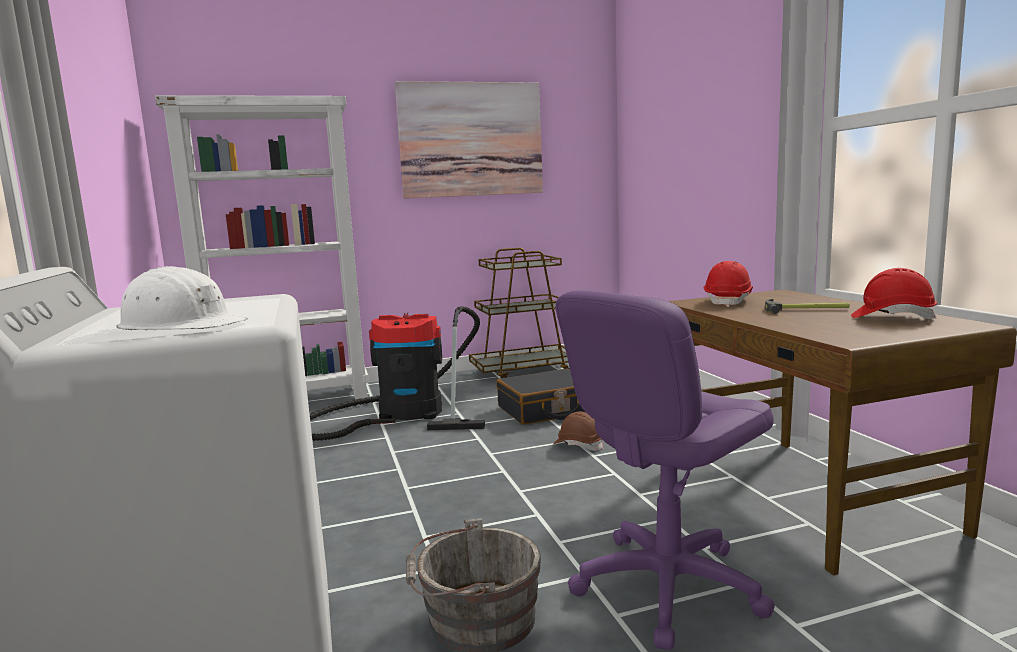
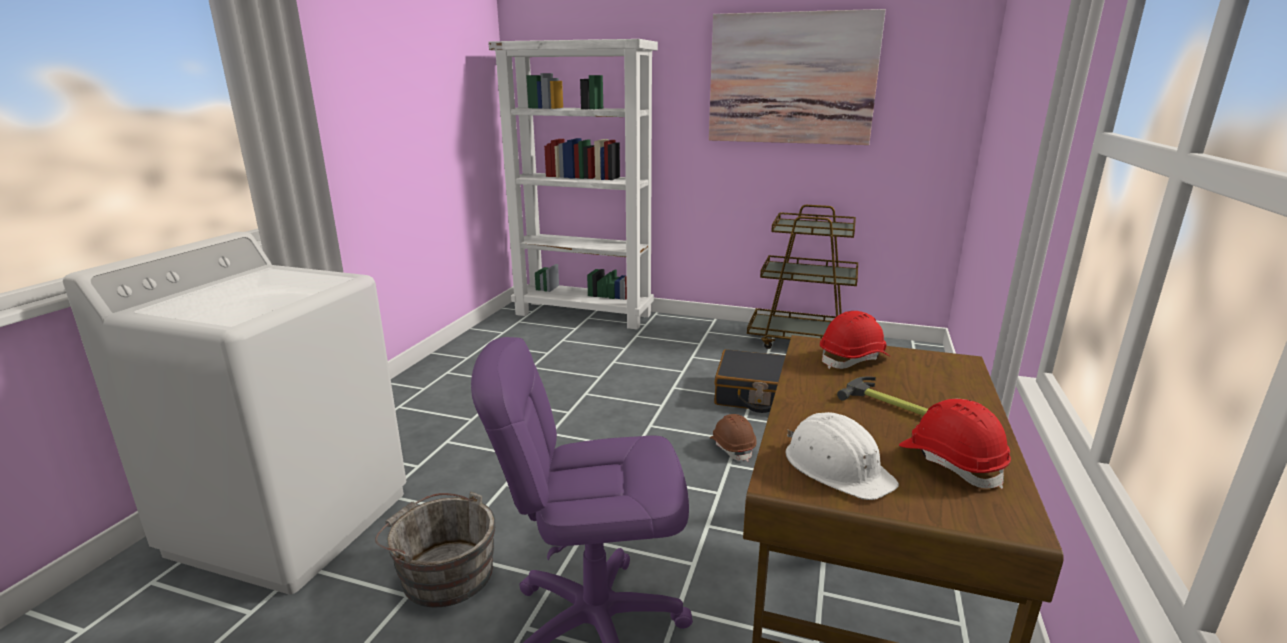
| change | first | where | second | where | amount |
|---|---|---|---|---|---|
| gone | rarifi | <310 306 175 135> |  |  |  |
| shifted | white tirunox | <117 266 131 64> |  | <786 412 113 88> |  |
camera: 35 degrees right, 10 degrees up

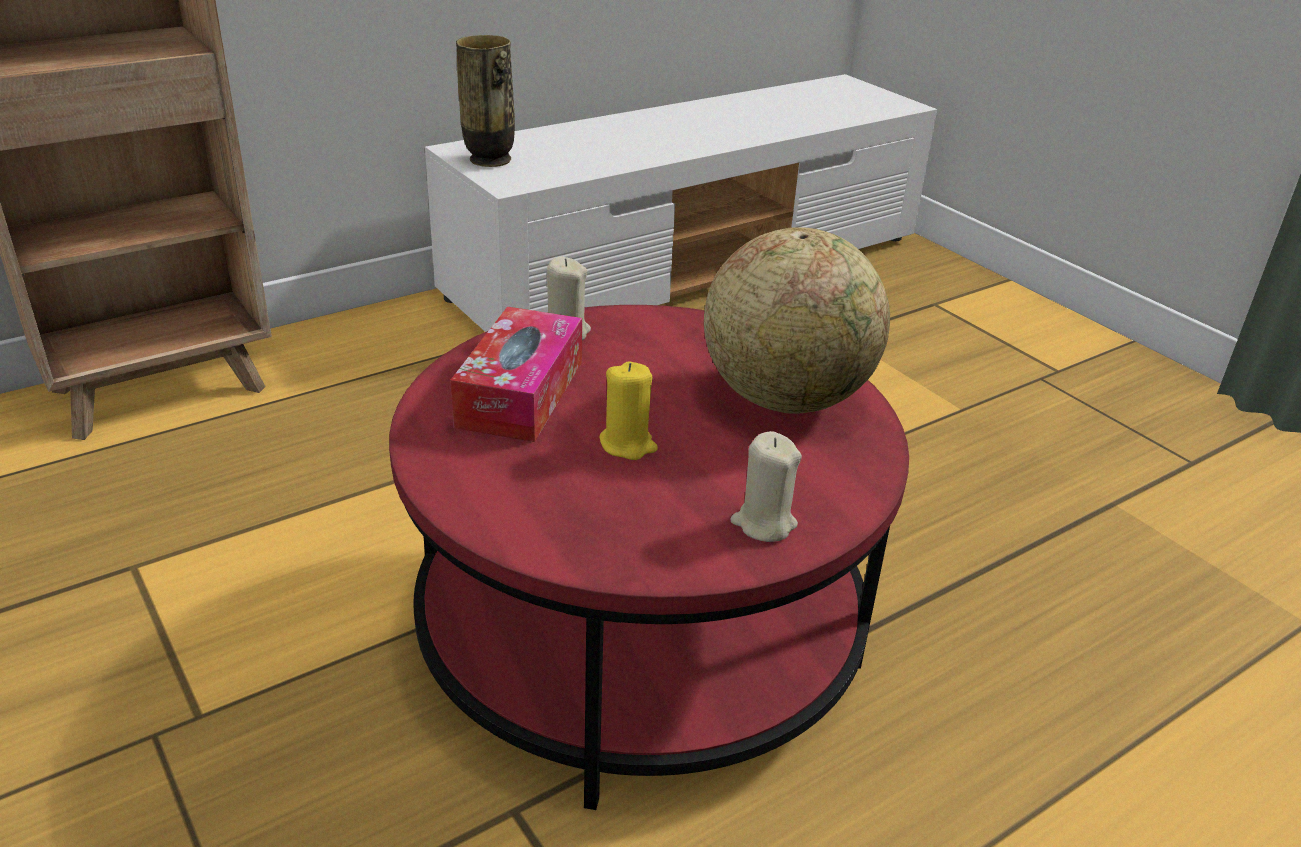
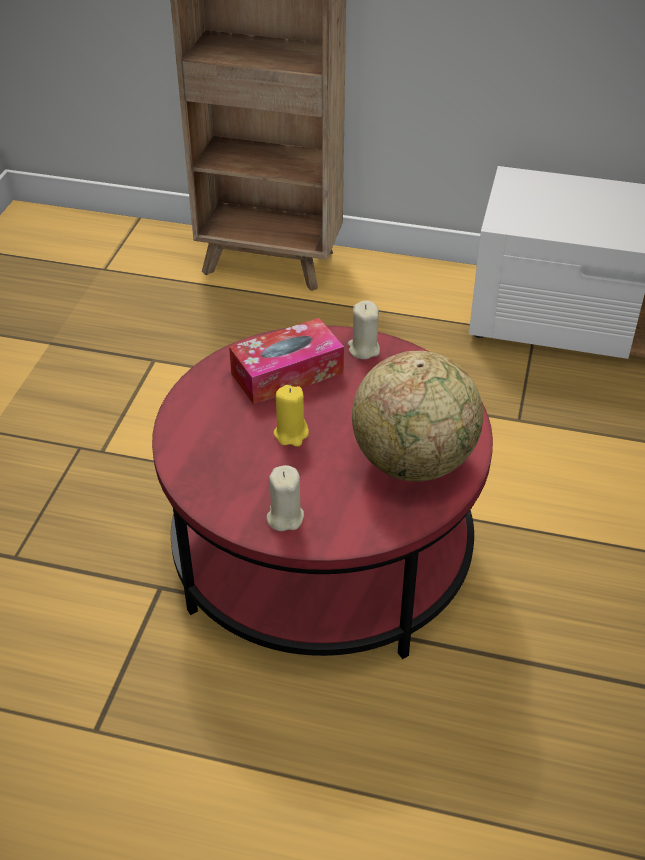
| change | first | where | second | where | amount |
|---|---|---|---|---|---|
| gone | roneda | <456 35 59 132> |  |  |  |
camera: 50 degrees right, 10 degrees up

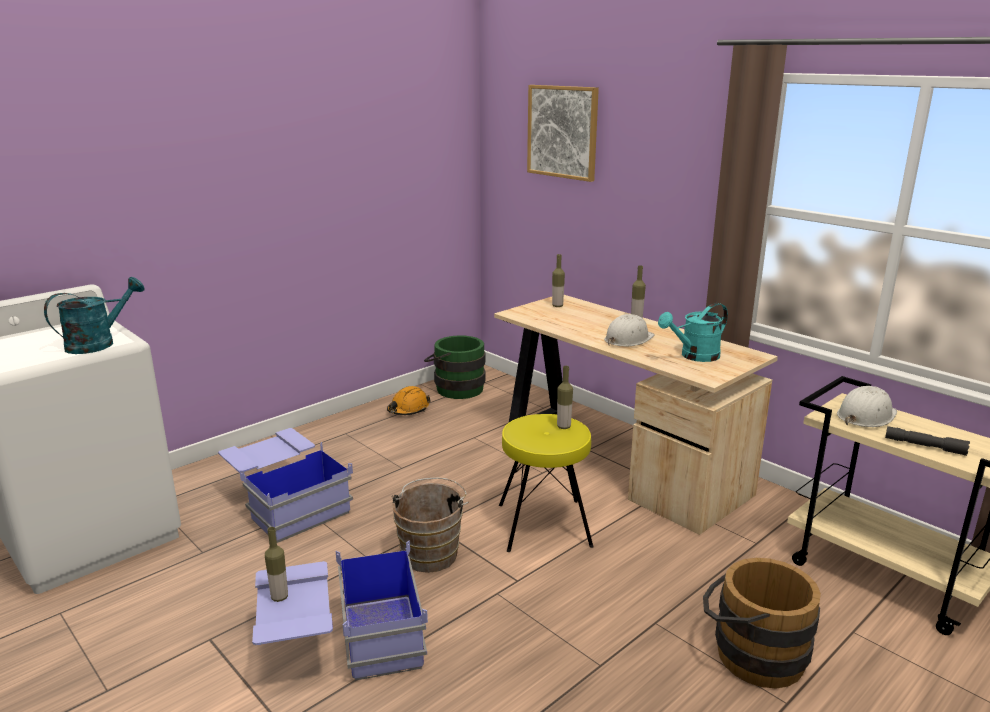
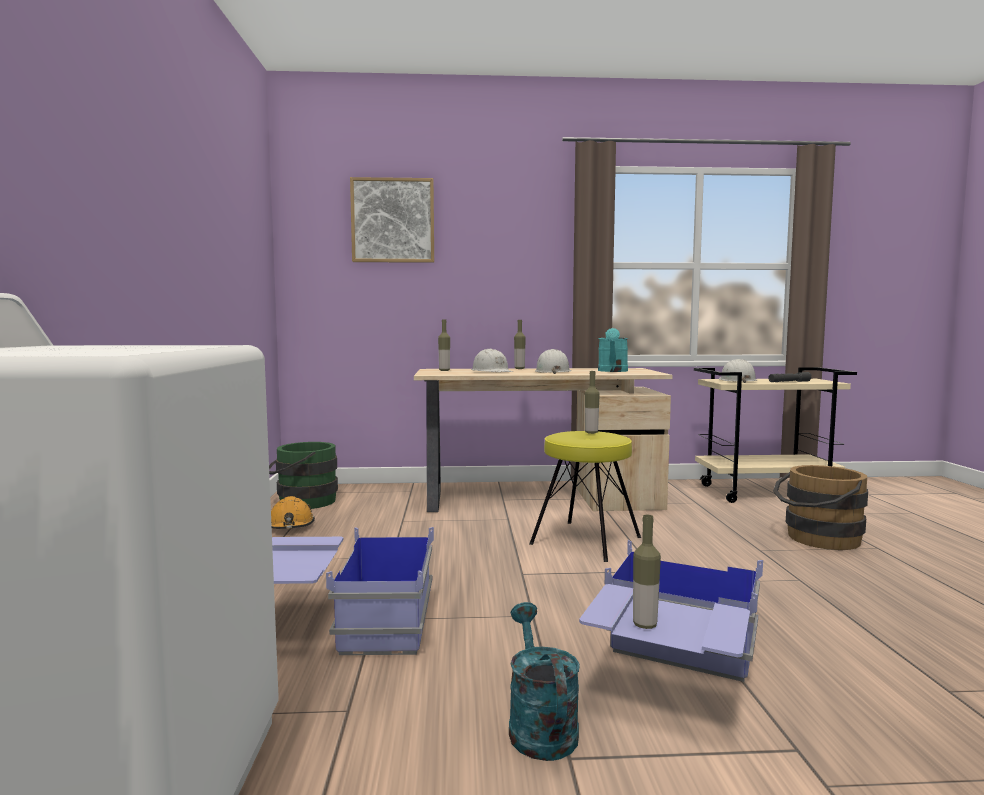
| change | first | where | second | where | amount |
|---|---|---|---|---|---|
| gone | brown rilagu | <392 478 76 95> |  |  |  |
| new |  |  | white tirunox | <471 349 42 23> |  |
| shifted | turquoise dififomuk | <44 277 101 77> |  | <509 602 71 159> |  |
camera: 50 degrees left, 15 degrees down

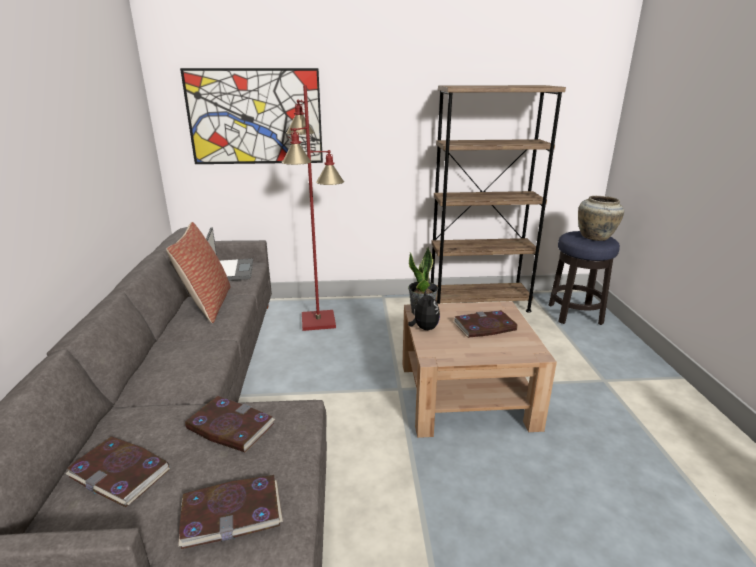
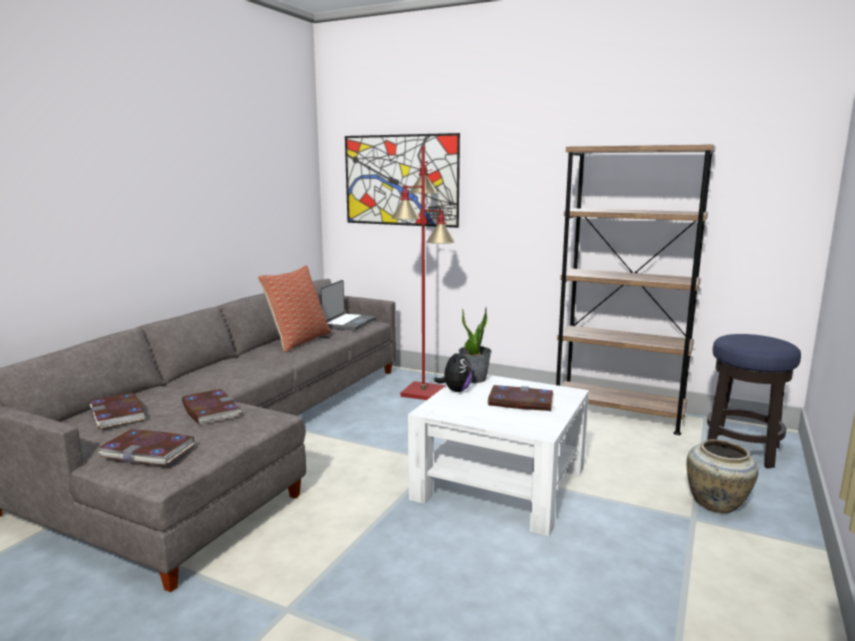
| change | first | where | second | where | amount |
|---|---|---|---|---|---|
| shifted | beige roneda | <578 196 46 45> |  | <687 439 71 74> |  |
| repainted | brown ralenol | <403 301 154 137> | white ralenol | <408 375 181 162> |  |
camera: 30 degrees right, 10 degrees down

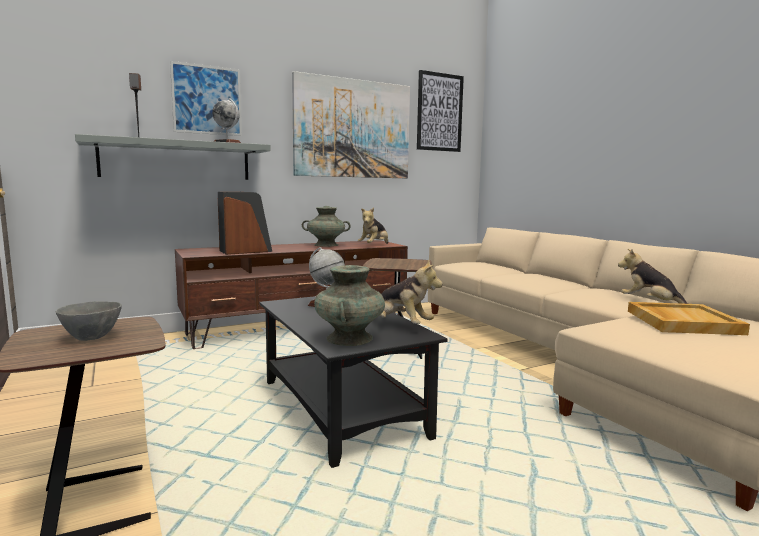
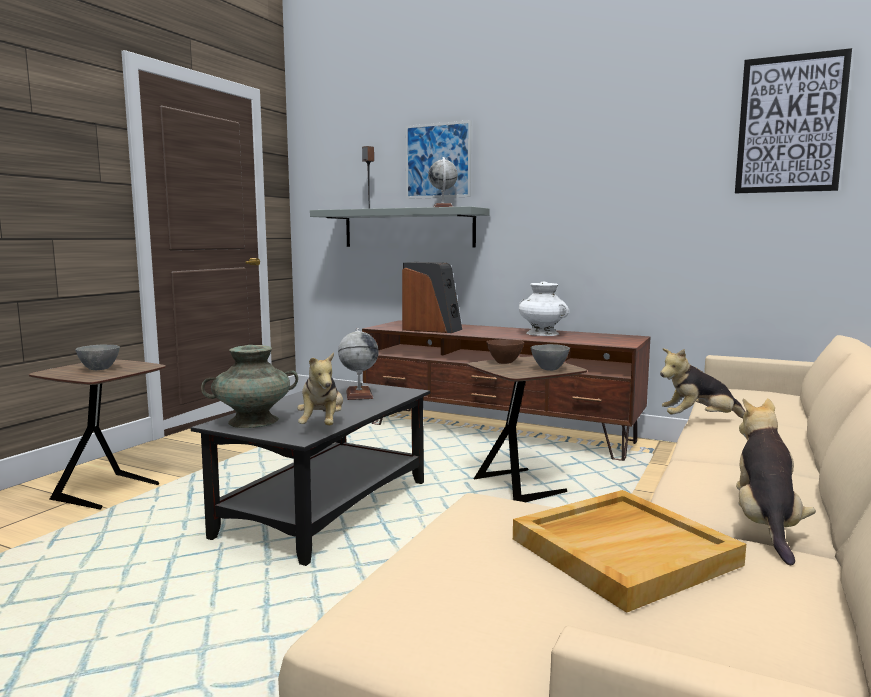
| change | first | where | second | where | amount |
|---|---|---|---|---|---|
| gone | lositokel | <292 71 118 107> |  |  |  |
| new |  |  | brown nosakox | <486 339 38 25> |  |
| new |  |  | grey nosakox | <531 344 39 27> |  |
| shifted | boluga | <358 208 30 36> |  | <660 348 85 70> |  |
| repainted | turquoise roneda | <302 206 49 41> | white roneda | <519 282 50 54> |  |
camera: 55 degrees right, 0 degrees up

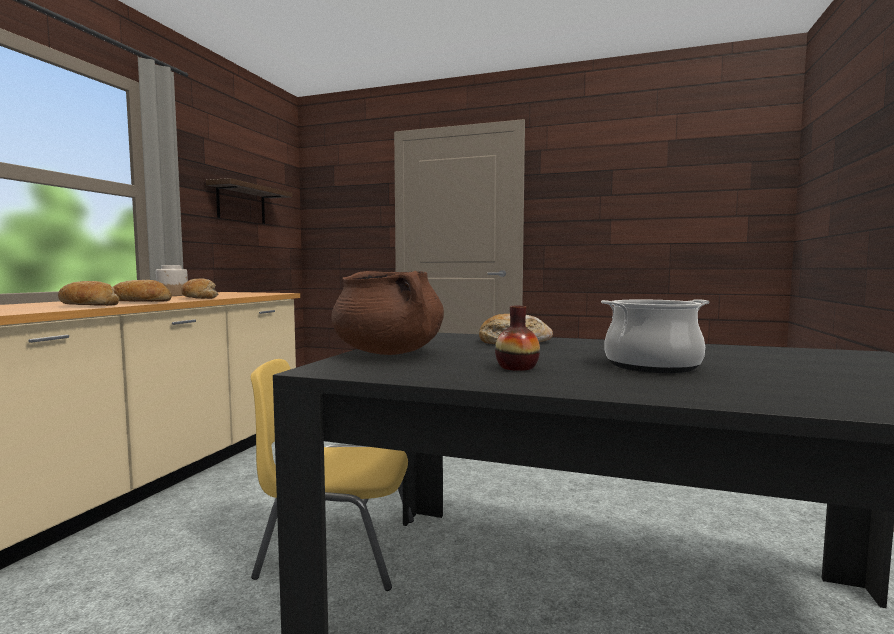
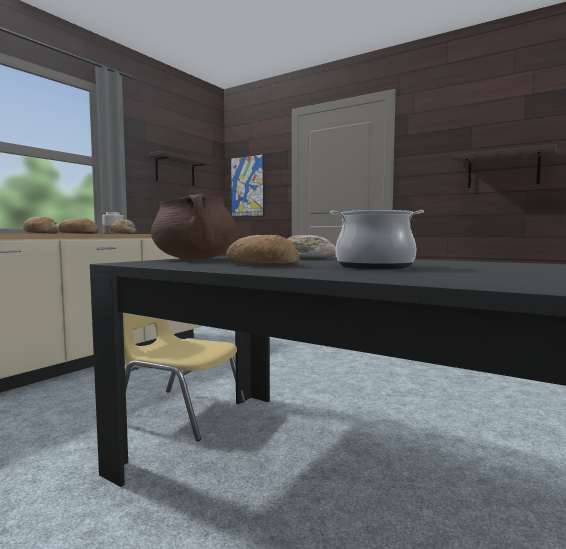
| change | first | where | second | where | amount |
|---|---|---|---|---|---|
| new |  |  | lositokel | <230 153 35 64> |  |
| new |  |  | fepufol | <452 144 104 44> |  |
| swapped | roneda | <495 306 45 65> | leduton | <226 235 74 30> |  |
camera: 15 degrees right, 0 degrees up

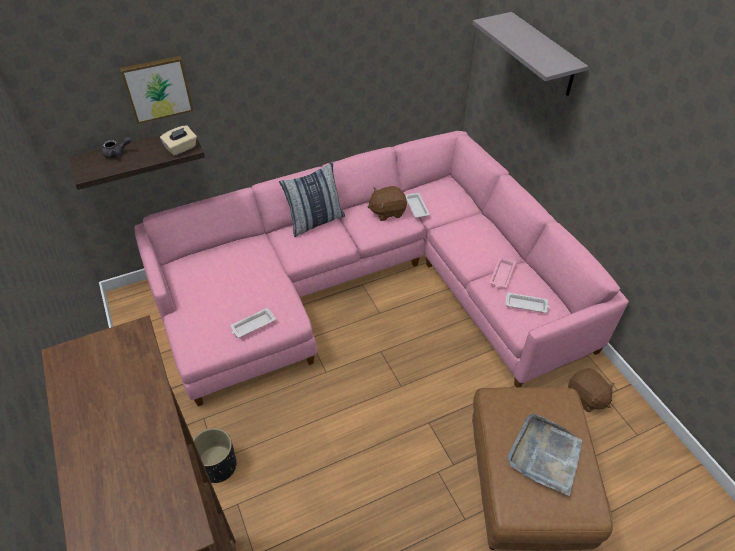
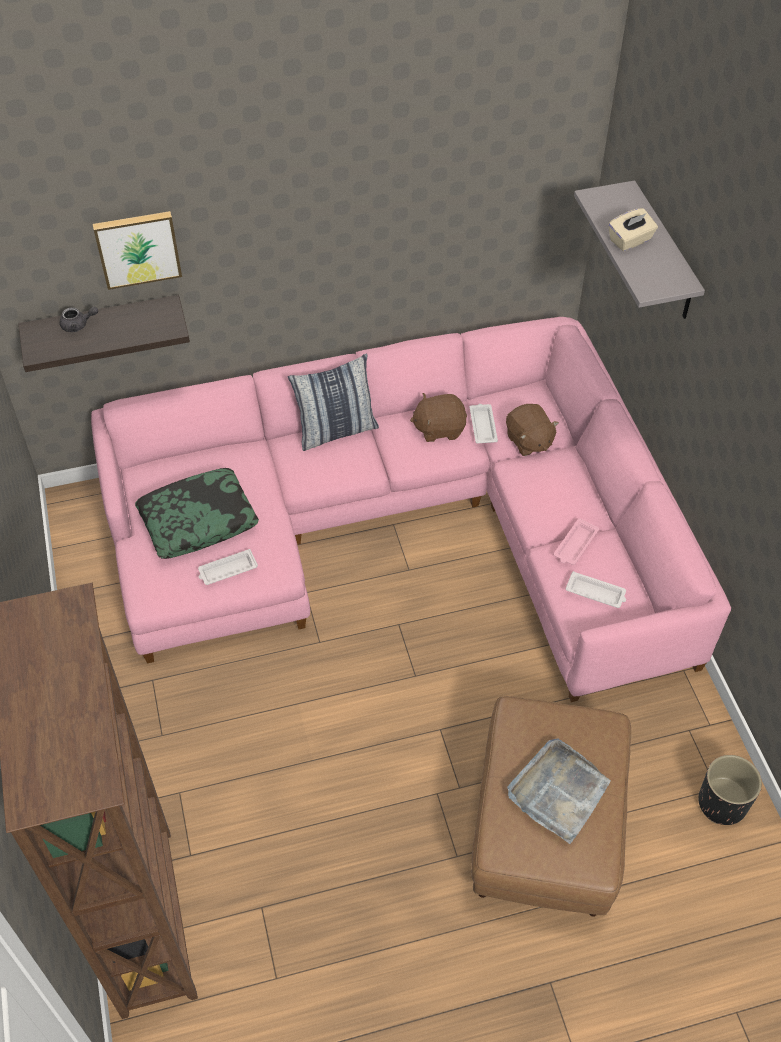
| change | first | where | second | where | amount |
|---|---|---|---|---|---|
| new |  |  | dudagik | <135 468 124 91> |  |
| shifted | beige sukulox | <160 125 37 31> |  | <609 208 49 43> |  |
| shifted | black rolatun | <193 428 43 55> |  | <698 755 64 70> |  |
| shifted | brown boluga | <568 368 47 44> |  | <506 404 53 52> |  |
camera: 10 degrees right, 5 degrees up

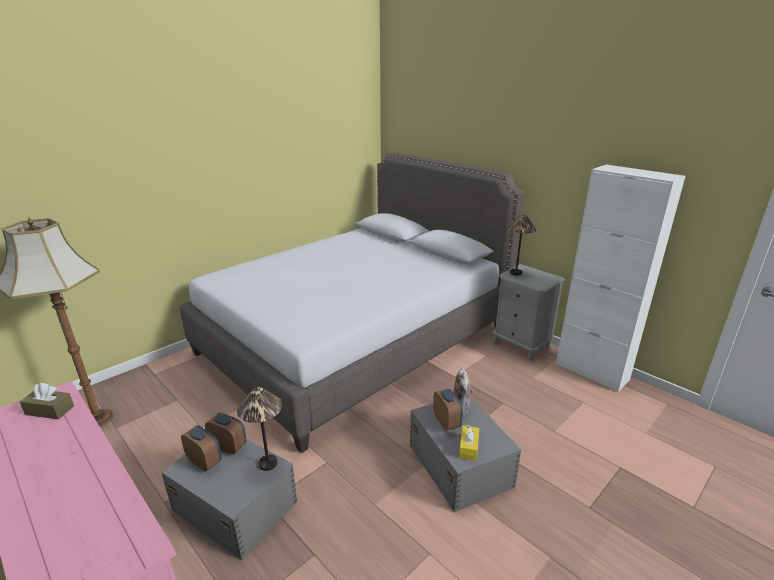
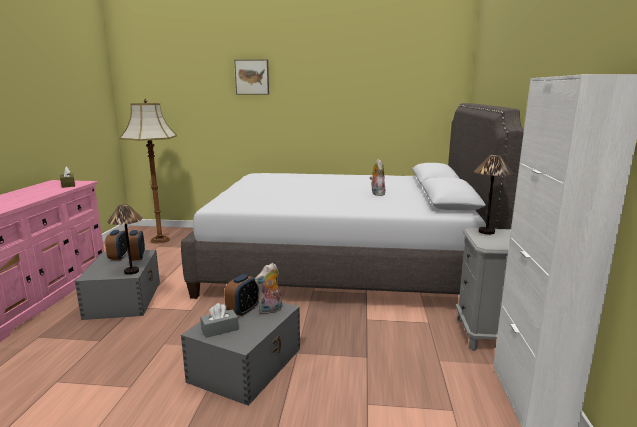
| change | first | where | second | where | amount |
|---|---|---|---|---|---|
| new |  |  | lositokel | <234 60 35 34> |  |
| new |  |  | boluga | <370 159 15 37> |  |
| repainted | yellow sukulox | <459 425 20 36> | grey sukulox | <200 303 39 35> |  |
camera: 50 degrees right, 10 degrees down

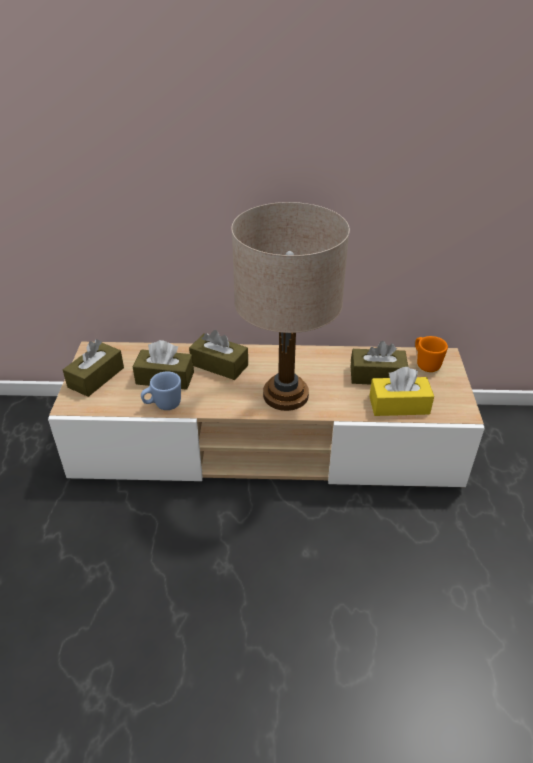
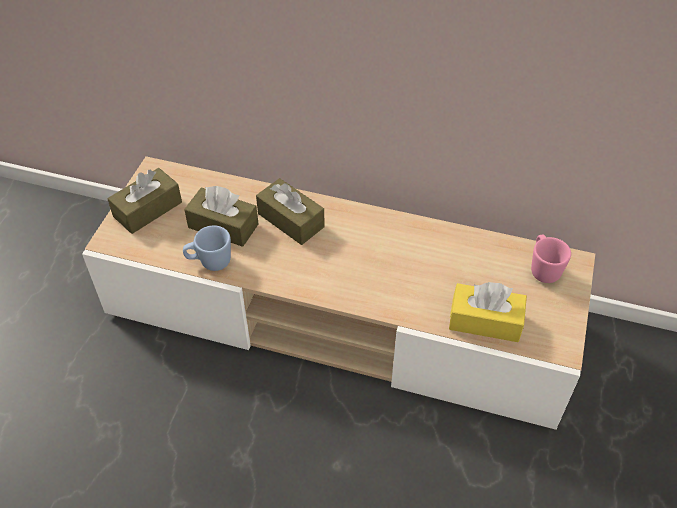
| change | first | where | second | where | amount |
|---|---|---|---|---|---|
| gone | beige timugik | <231 202 119 209> |  |  |  |
| gone | brown sukulox | <350 341 58 43> |  |  |  |
| repainted | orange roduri | <415 336 33 36> | pink roduri | <531 235 40 48> |  |
camera: 15 degrees right, 10 degrees up

